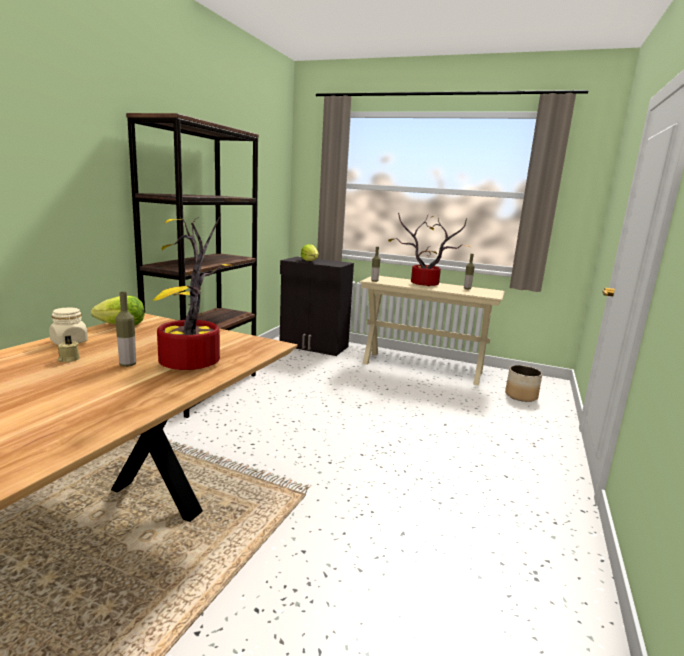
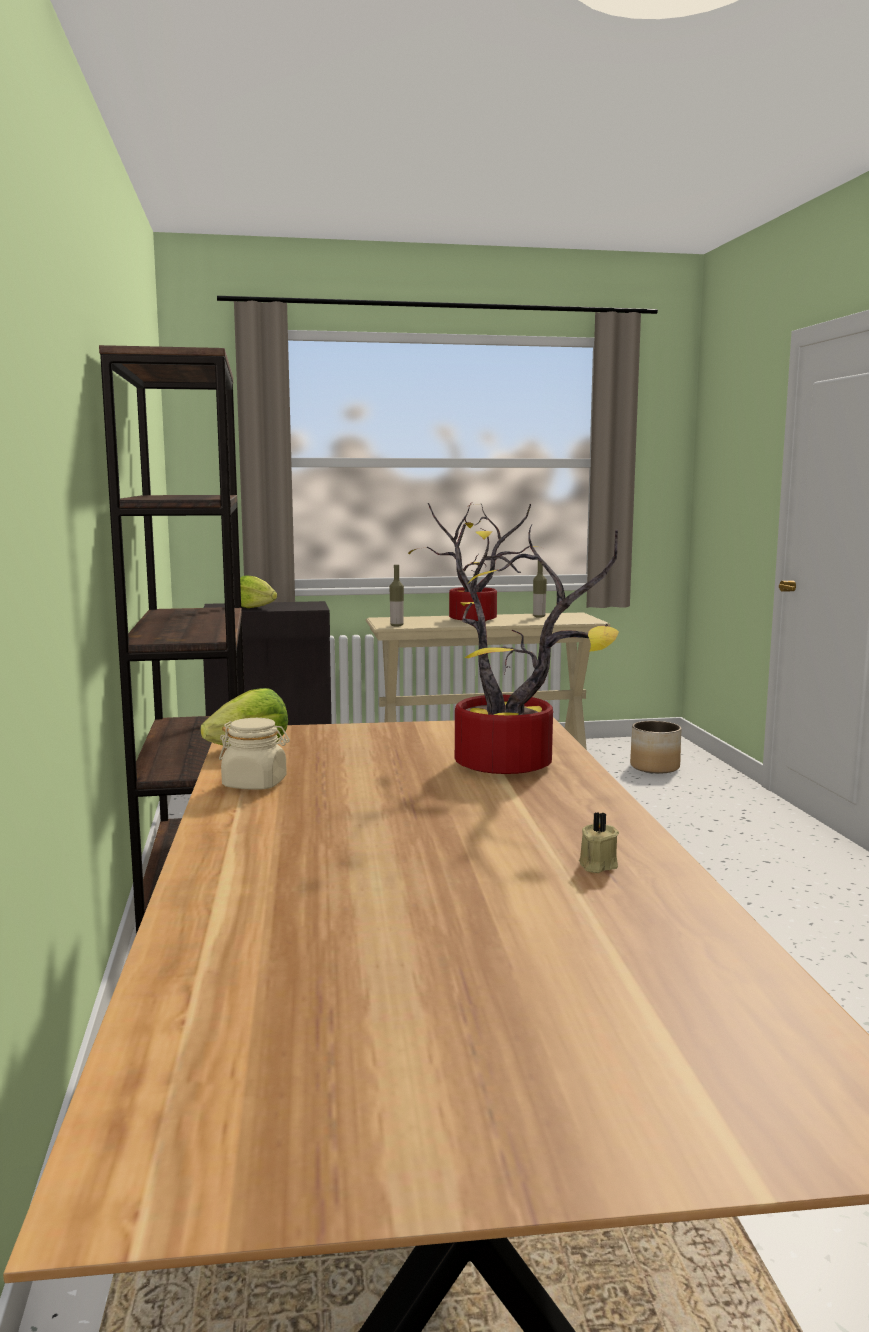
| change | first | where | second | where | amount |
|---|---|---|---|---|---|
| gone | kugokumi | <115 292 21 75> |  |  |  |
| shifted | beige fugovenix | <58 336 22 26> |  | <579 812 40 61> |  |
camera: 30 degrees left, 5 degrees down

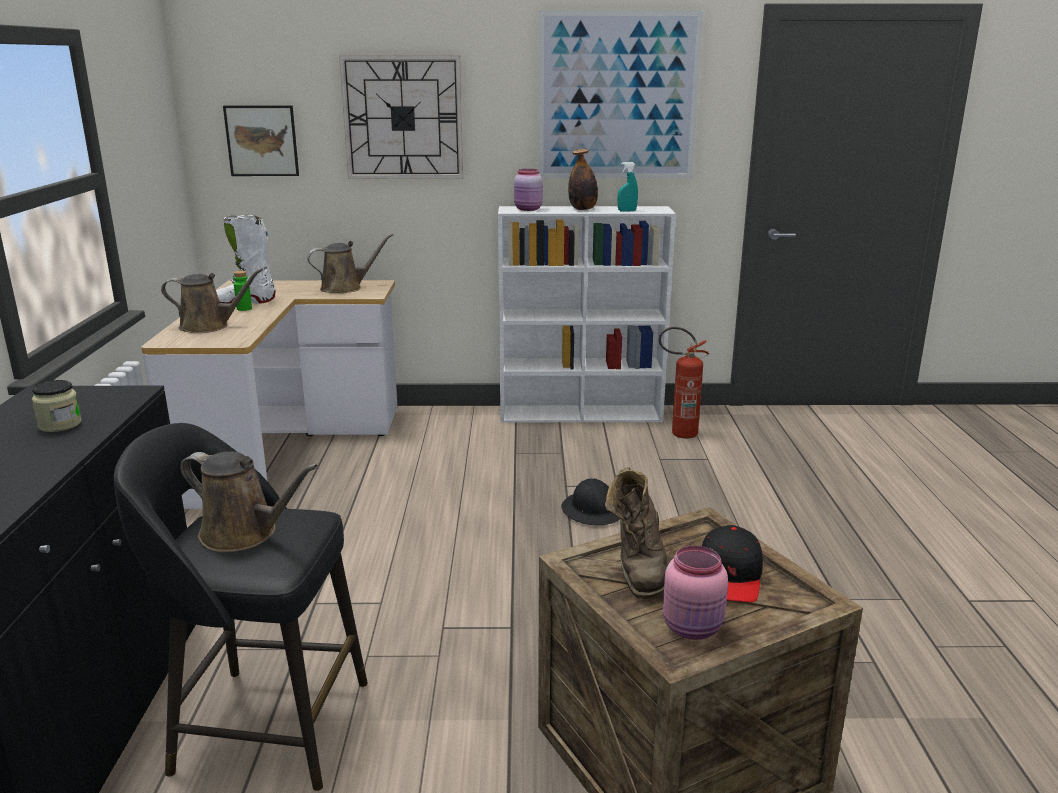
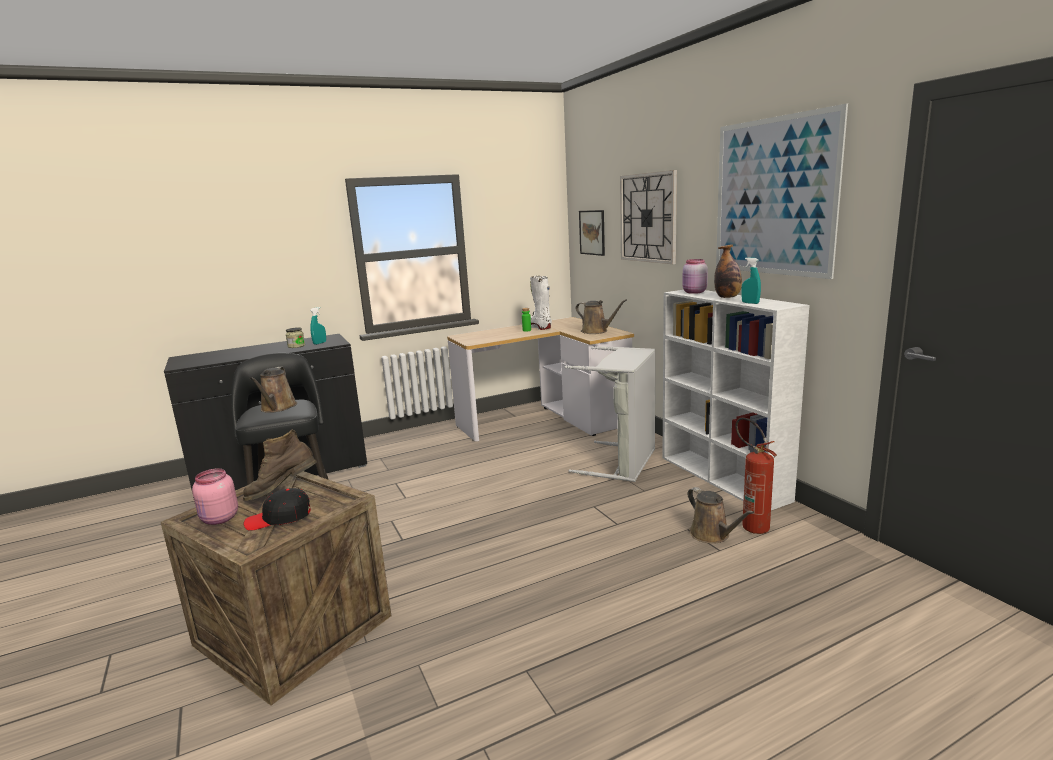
| change | first | where | second | where | amount |
|---|---|---|---|---|---|
| gone | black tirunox | <561 478 59 47> |  |  |  |
| new |  |  | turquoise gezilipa | <310 307 16 38> |  |
| new |  |  | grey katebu | <564 346 91 136> |  |
| shifted | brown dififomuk | <161 268 102 65> |  | <687 487 67 57> |  |
camera: 65 degrees right, 5 degrees down

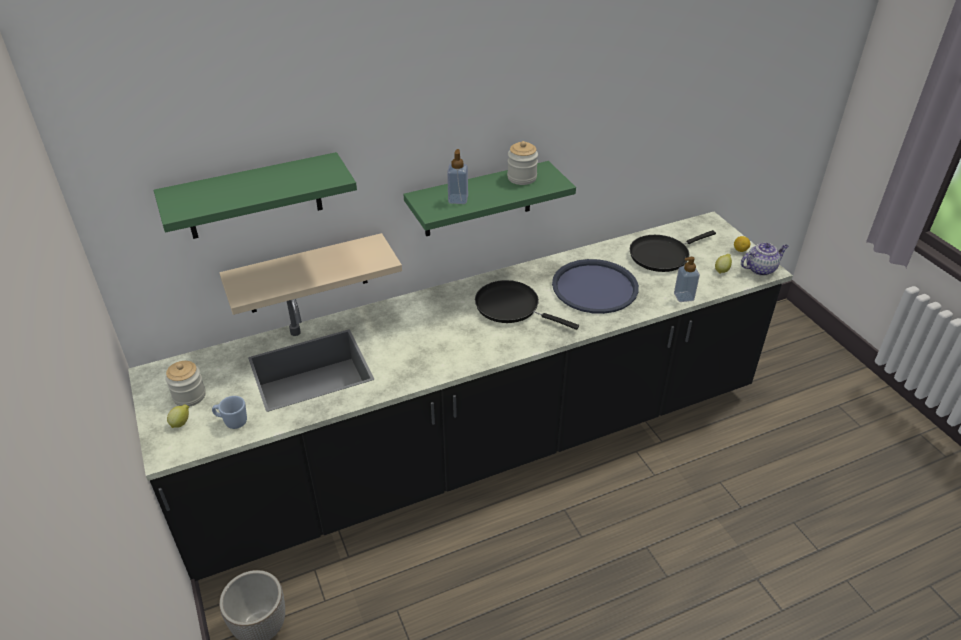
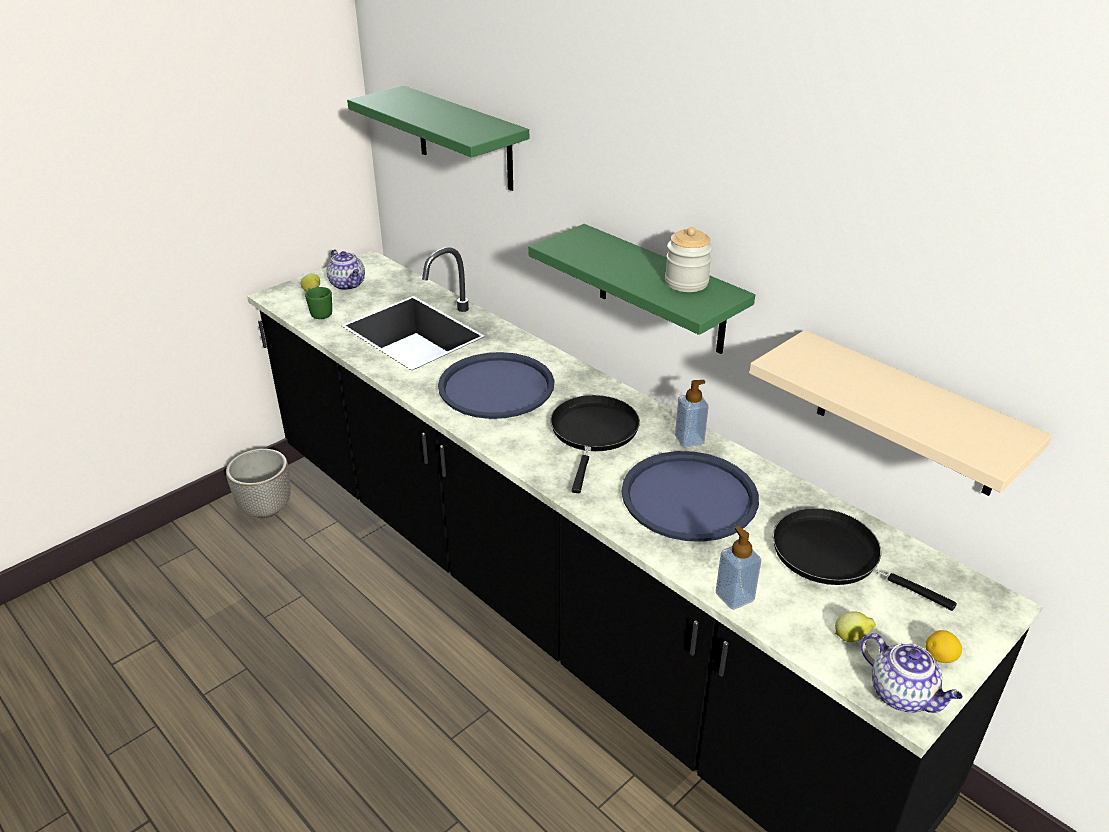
| change | first | where | second | where | amount |
|---|---|---|---|---|---|
| new |  |  | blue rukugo | <438 352 116 67> |  |
| shifted | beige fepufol | <220 233 182 82> |  | <749 330 303 166> |  |
| shifted | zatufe | <447 149 21 55> |  | <675 380 33 67> |  |
| swapped | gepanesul | <165 361 41 46> | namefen | <327 249 38 41> |  |
| repainted | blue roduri | <212 396 35 33> | green roduri | <305 287 27 32> |  |
camera: 70 degrees right, 5 degrees down

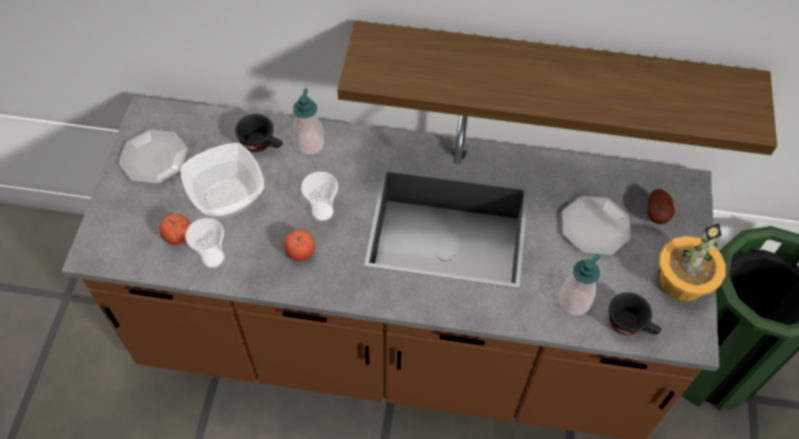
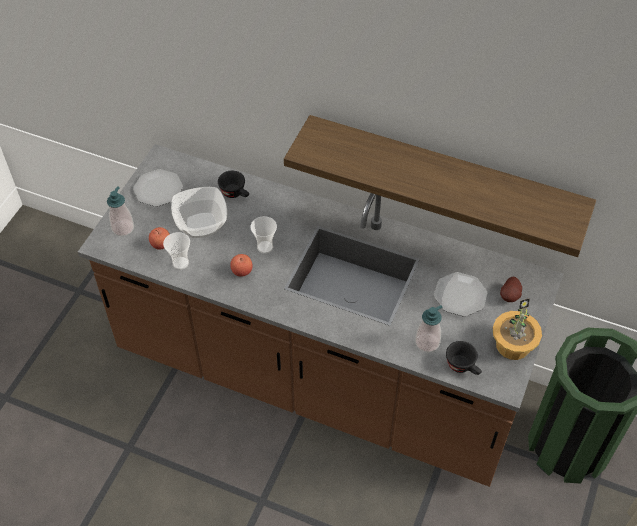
| change | first | where | second | where | amount |
|---|---|---|---|---|---|
| shifted | zatufe | <293 89 31 66> |  | <107 186 27 50> |  |
camera: 15 degrees right, 5 degrees down

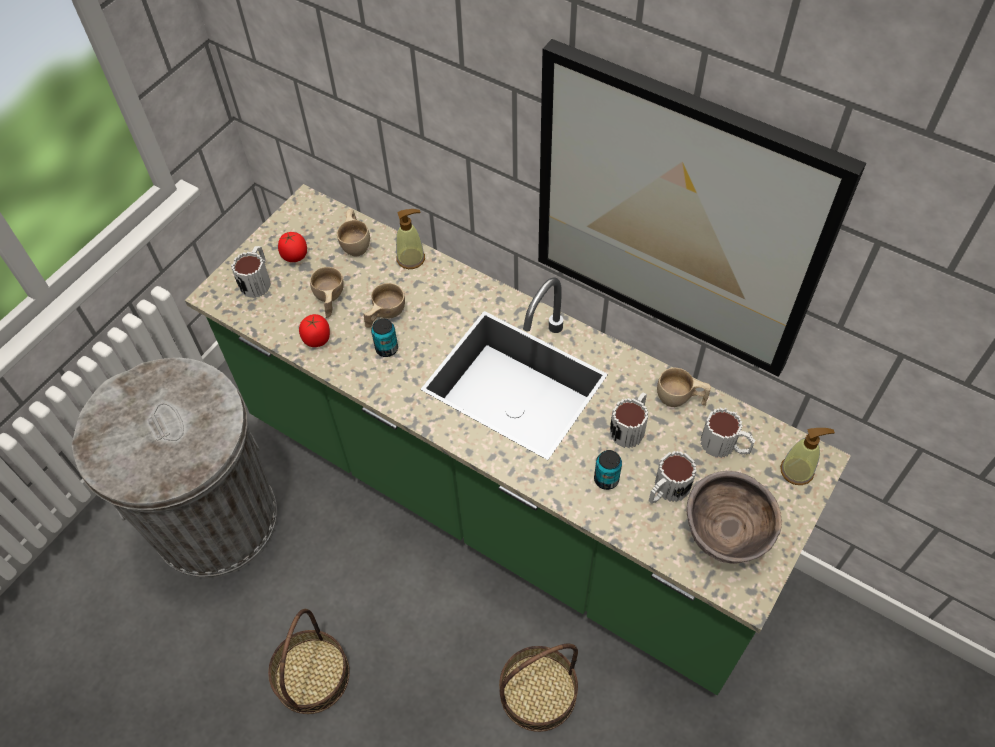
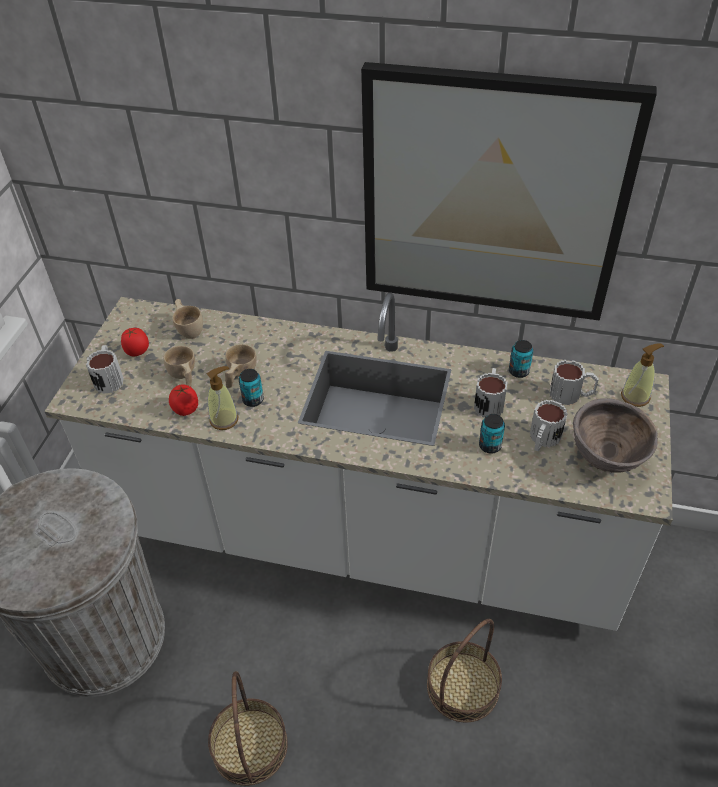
| change | first | where | second | where | amount |
|---|---|---|---|---|---|
| shifted | zatufe | <396 209 29 60> |  | <207 366 32 64> |  |
| swapped | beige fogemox | <657 368 54 39> | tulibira | <509 340 24 38> |  |
| repainted | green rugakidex | <185 184 666 511> | white rugakidex | <44 292 629 339> |  |
camera: 20 degrees left, 10 degrees down

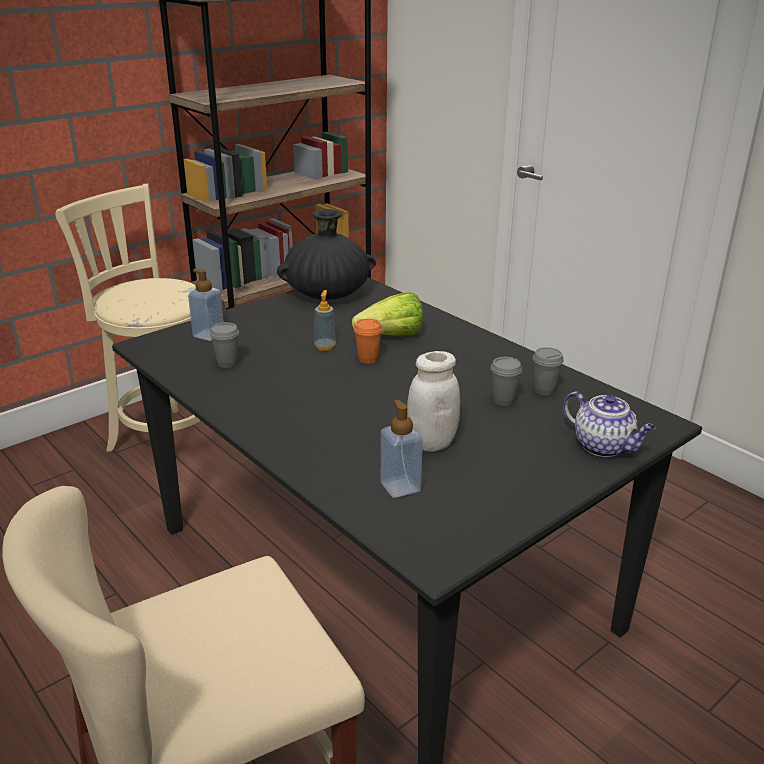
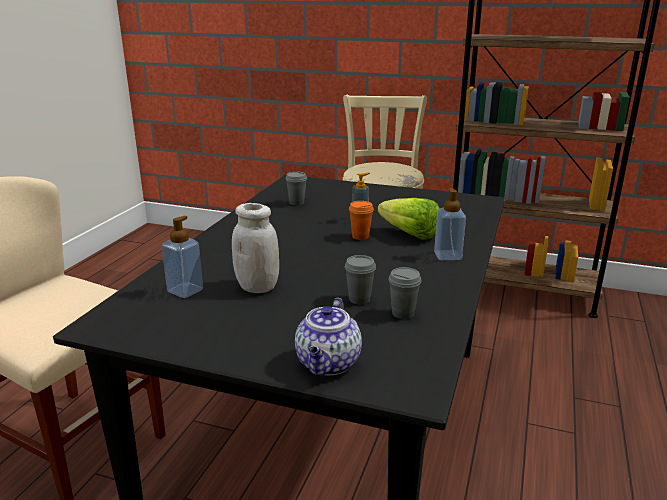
| change | first | where | second | where | amount |
|---|---|---|---|---|---|
| gone | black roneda | <277 209 99 91> |  |  |  |
| shifted | zatufe | <188 269 36 72> |  | <434 188 32 72> |  |
camera: 60 degrees right, 5 degrees down

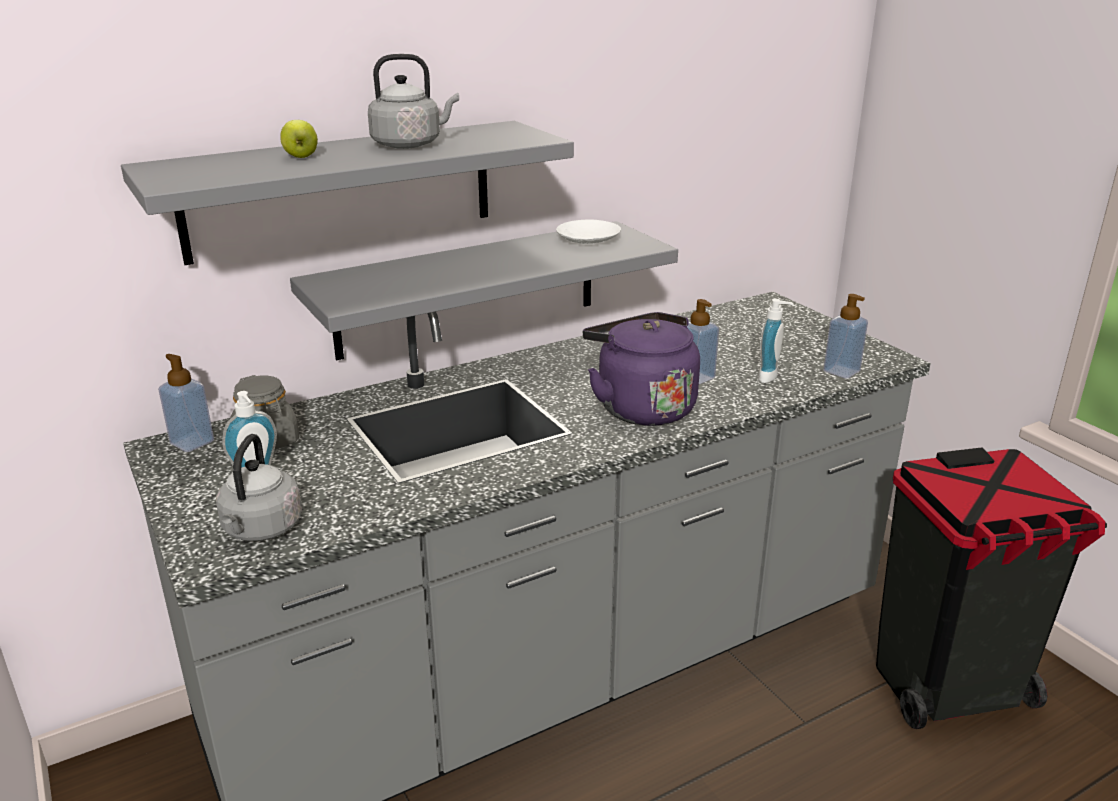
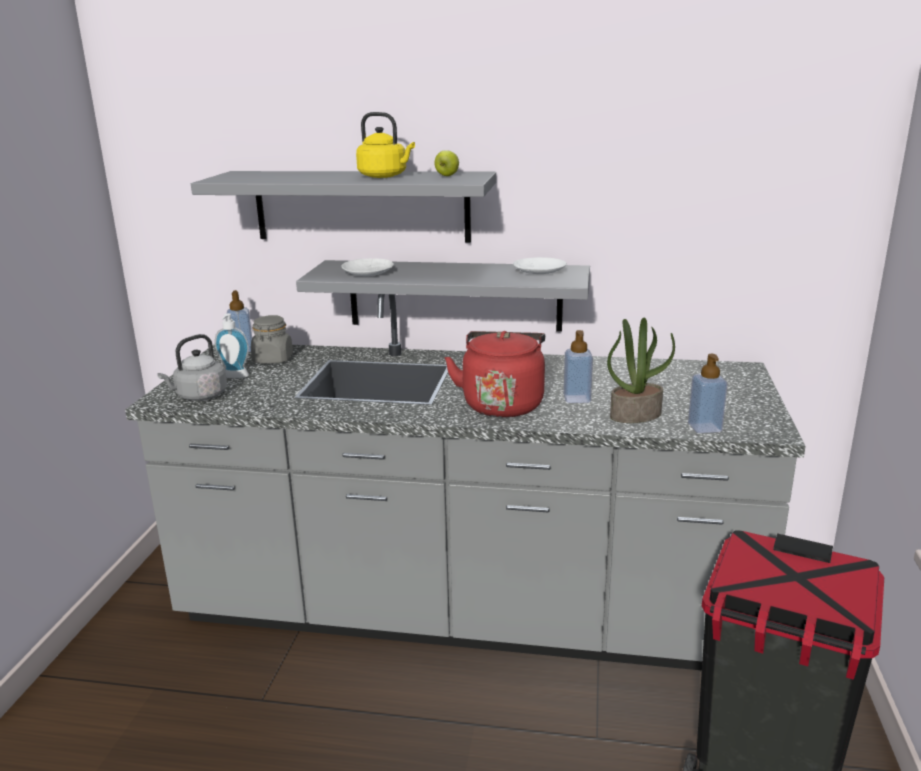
| change | first | where | second | where | amount |
|---|---|---|---|---|---|
| new |  |  | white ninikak | <341 258 53 18> |  |
| shifted | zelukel | <280 120 38 38> |  | <435 150 24 26> |  |
| swapped | zatufe | <758 299 36 84> | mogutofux | <607 317 68 106> |  |
| repainted | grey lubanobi | <368 54 91 95> | yellow lubanobi | <356 112 59 66> |  |
| repainted | purple lubanobi | <583 312 117 114> | red lubanobi | <445 331 100 86> |  |
camera: 40 degrees right, 5 degrees down

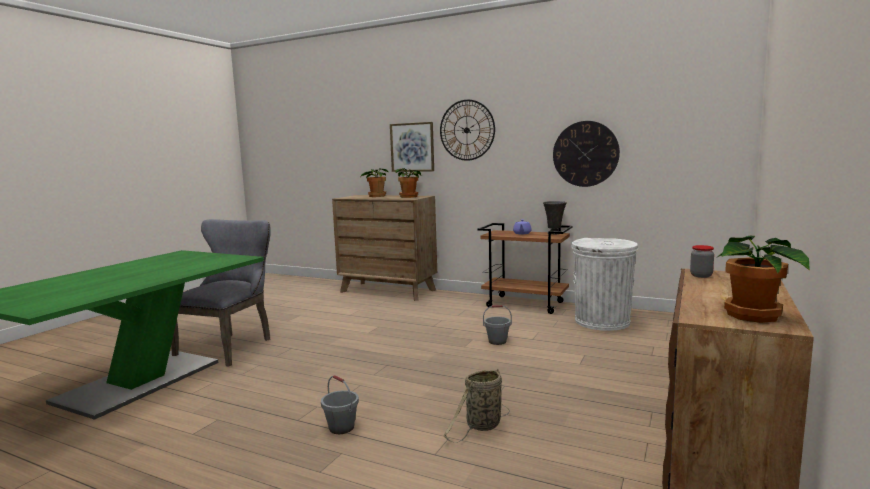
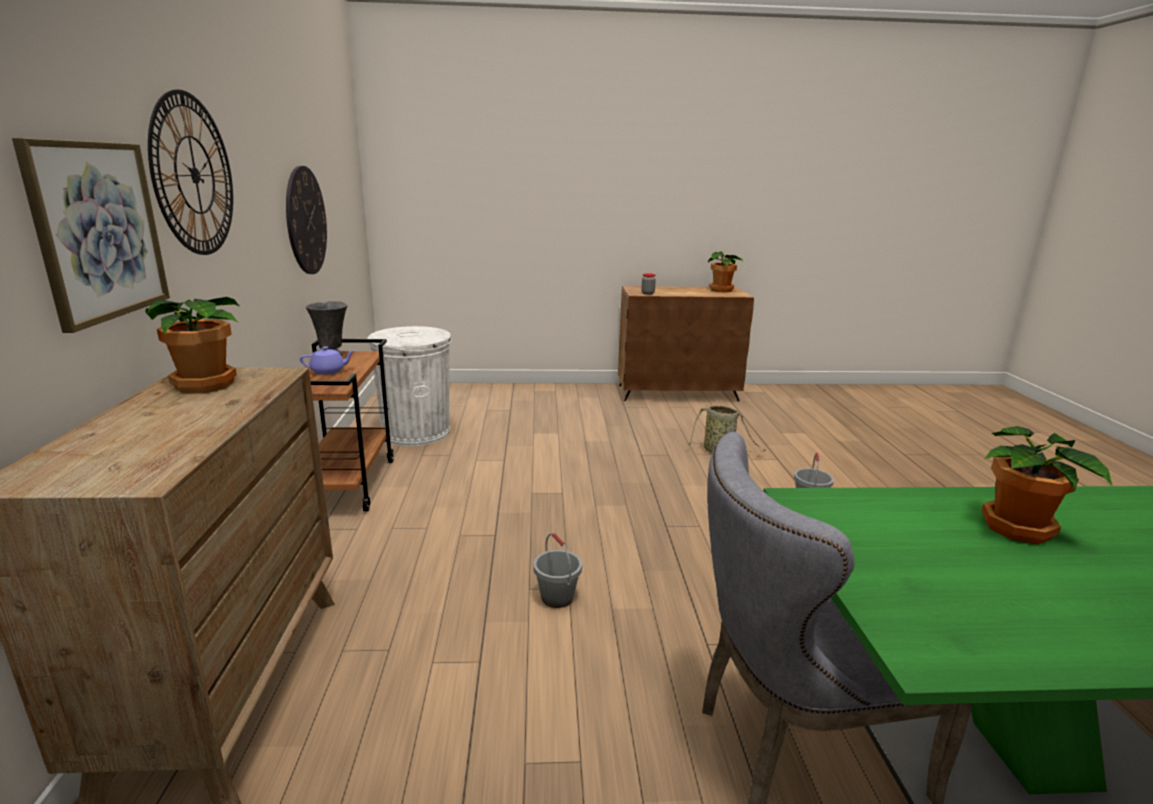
| change | first | where | second | where | amount |
|---|---|---|---|---|---|
| shifted | mogutofux | <361 168 27 29> |  | <981 426 132 119> |  |
| shifted | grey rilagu | <483 305 29 40> |  | <534 533 48 75> |  |
camera: 120 degrees left, 10 degrees up

